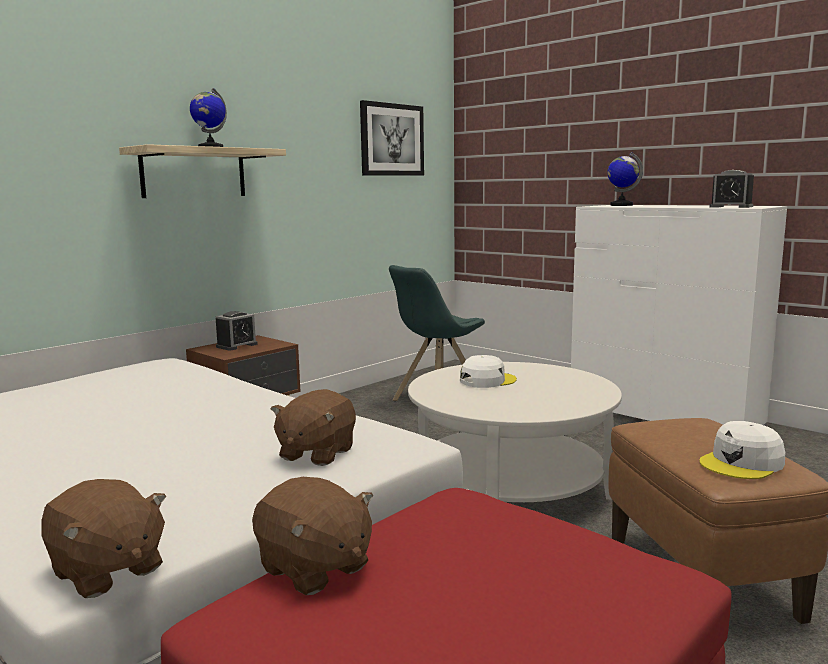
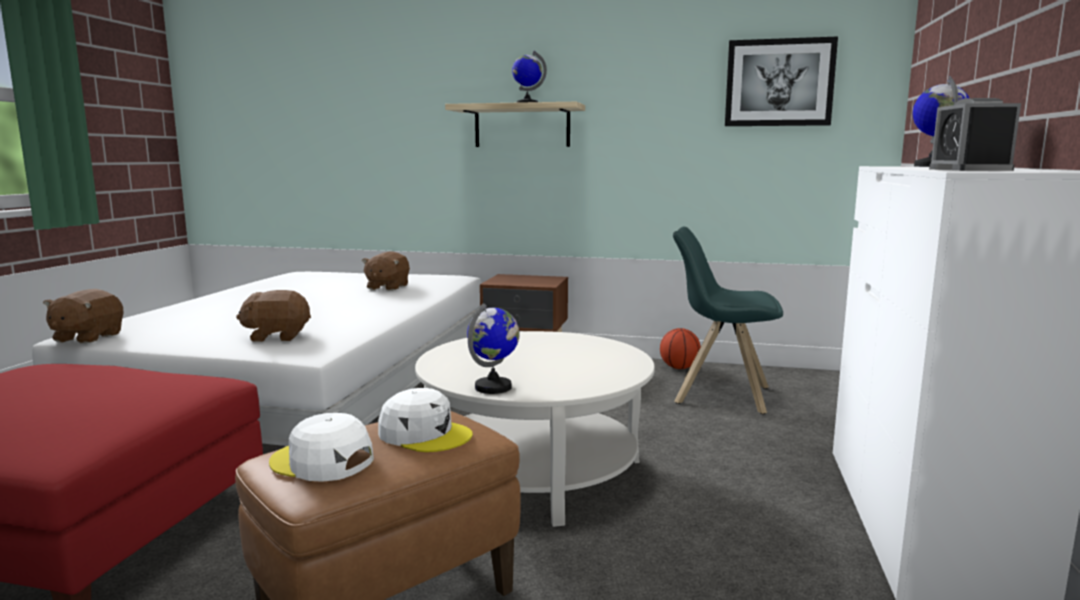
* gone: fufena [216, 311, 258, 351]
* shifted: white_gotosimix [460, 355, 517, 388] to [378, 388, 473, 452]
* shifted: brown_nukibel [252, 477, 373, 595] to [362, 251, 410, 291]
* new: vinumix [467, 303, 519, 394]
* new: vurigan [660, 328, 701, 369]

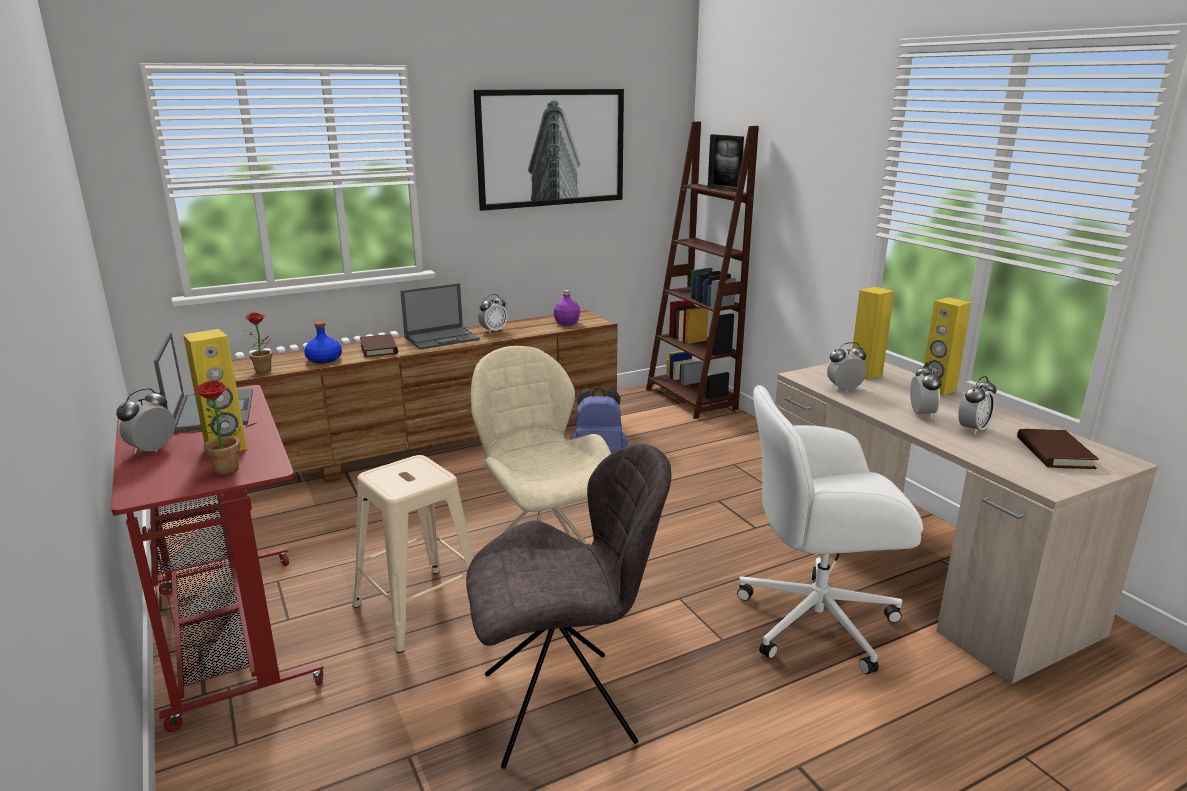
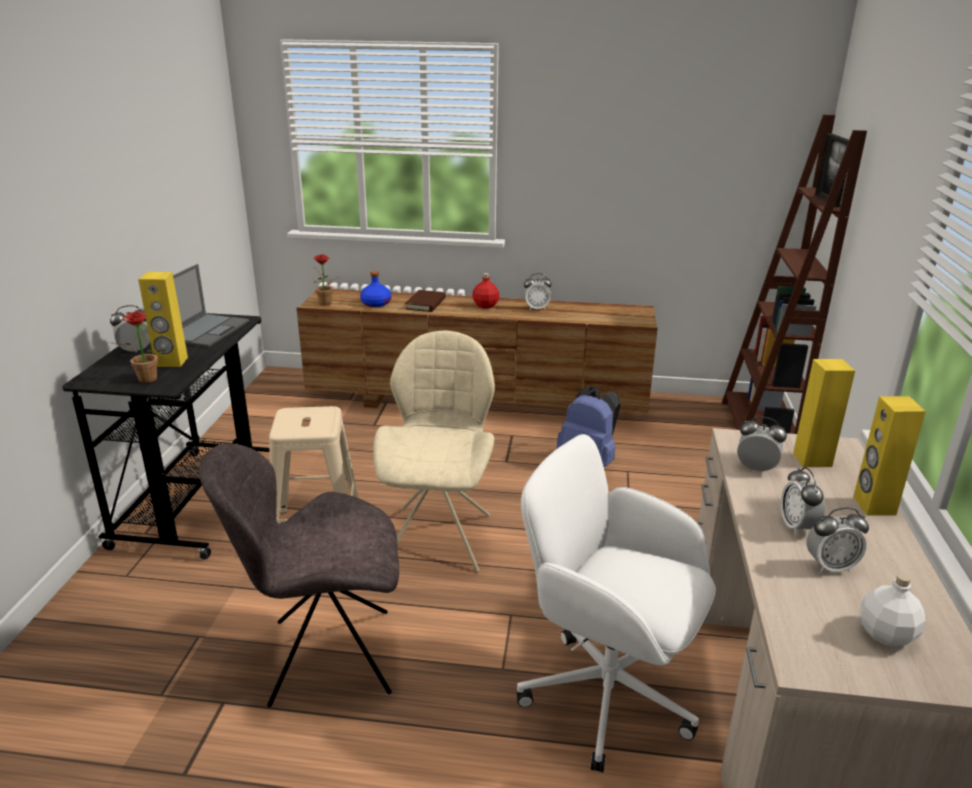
* gone: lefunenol [473, 89, 624, 211]
* swapped: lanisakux [400, 283, 480, 350] to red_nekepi [472, 273, 500, 309]
* gone: purple_nekepi [554, 290, 580, 326]
* rotated: fufena [910, 363, 941, 419] = [781, 467, 825, 536] 135 degrees clockwise
* repainted: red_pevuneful [111, 385, 324, 732] to black_pevuneful [62, 313, 270, 560]
* swapped: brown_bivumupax [1017, 429, 1099, 469] to white_nekepi [861, 573, 925, 646]
* rotated: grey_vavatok [466, 443, 671, 769] = [199, 443, 399, 707] 150 degrees clockwise

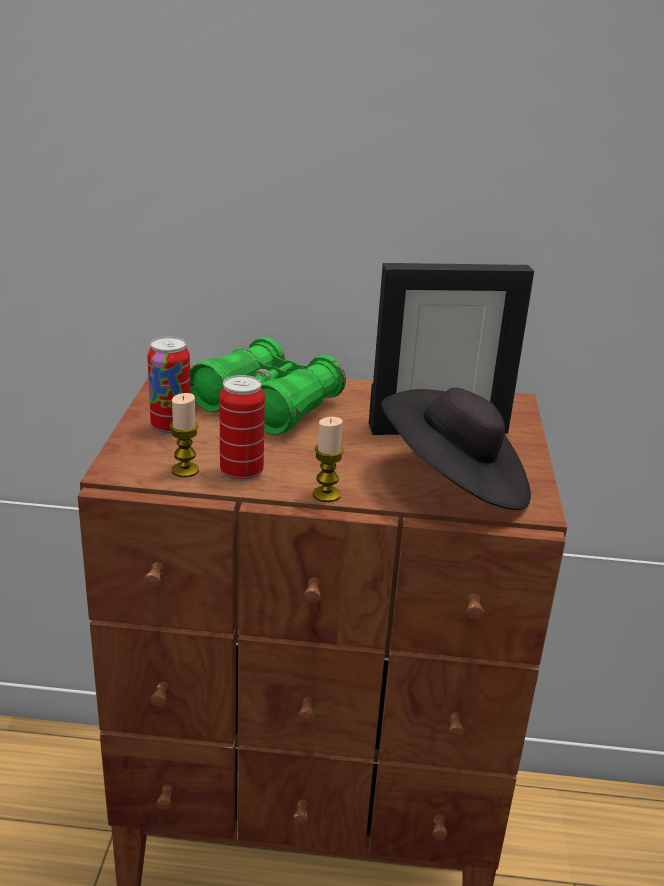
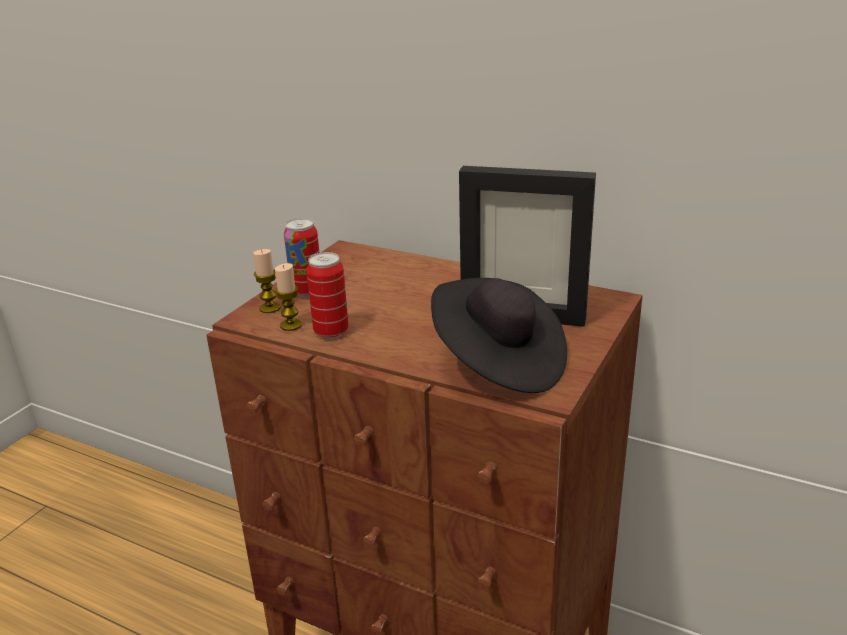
* gone: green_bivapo [190, 337, 346, 435]
* shifted: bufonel [313, 417, 344, 502] to [253, 249, 280, 313]

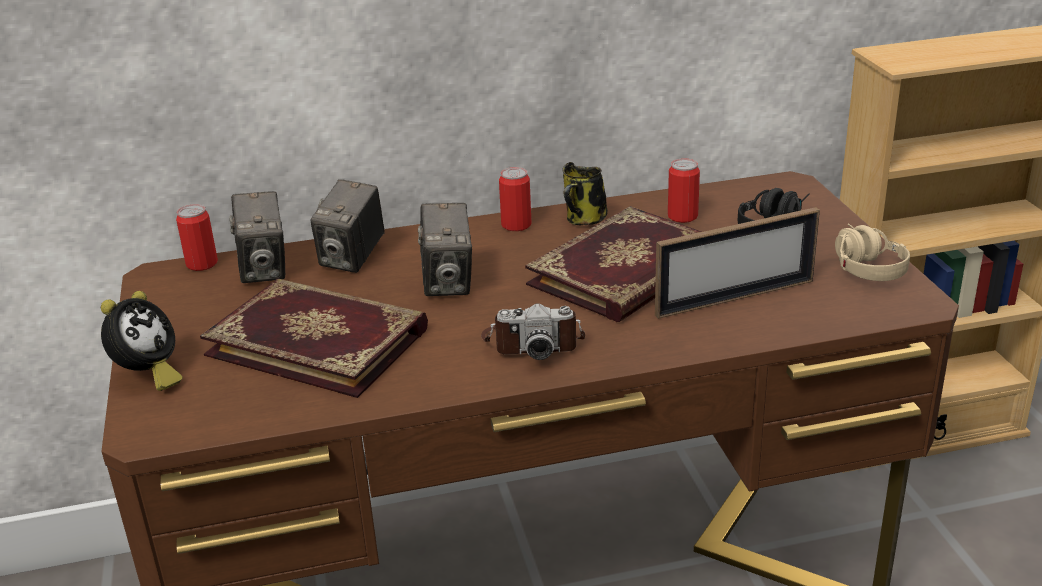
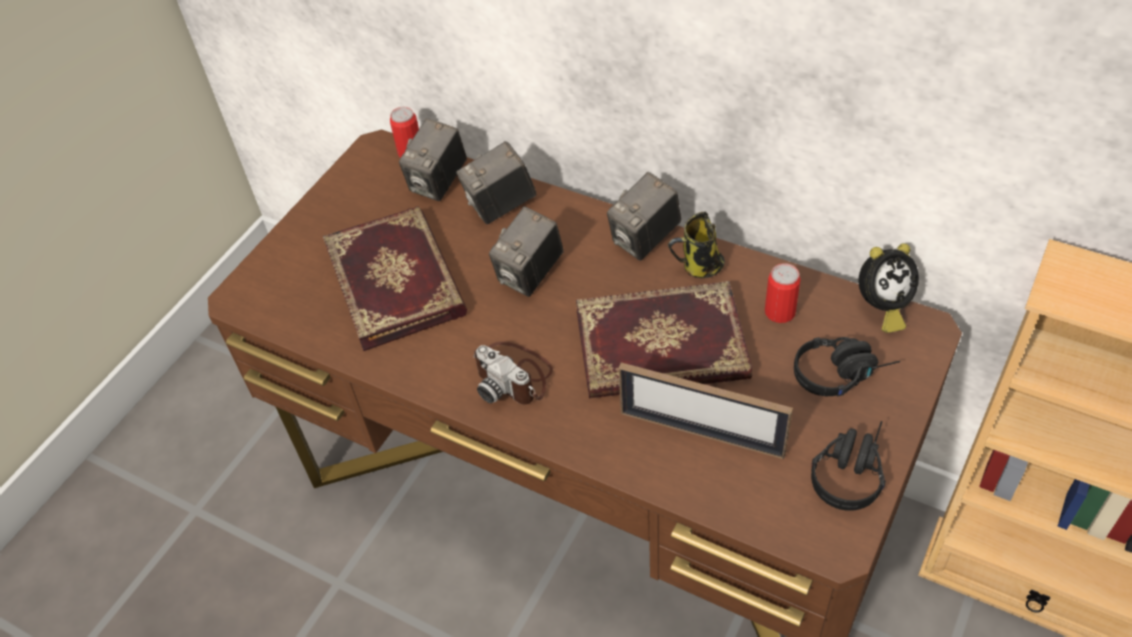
* swapped: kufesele [499, 167, 532, 231] to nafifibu [607, 172, 681, 261]
* repainted: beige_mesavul [835, 223, 910, 281] to black_mesavul [811, 421, 886, 511]
* shifted: fufena [101, 291, 183, 391] to [858, 243, 919, 333]

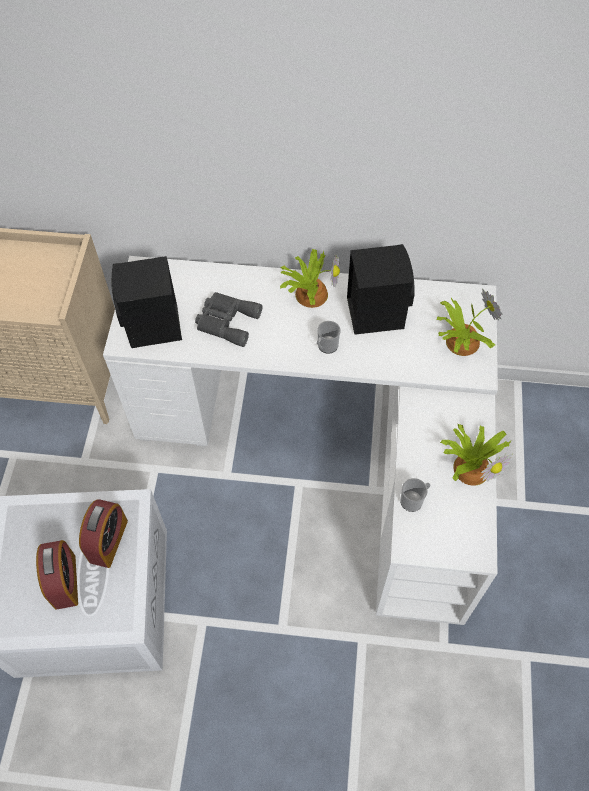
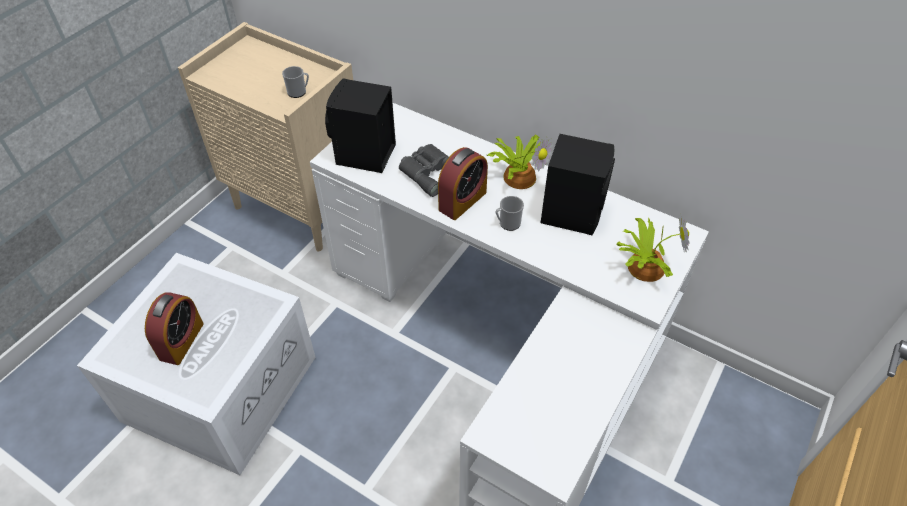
* gone: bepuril [440, 424, 512, 486]
* shifted: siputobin [400, 478, 430, 512] to [282, 66, 309, 98]
* shifted: fufena [79, 499, 128, 568] to [438, 147, 488, 220]

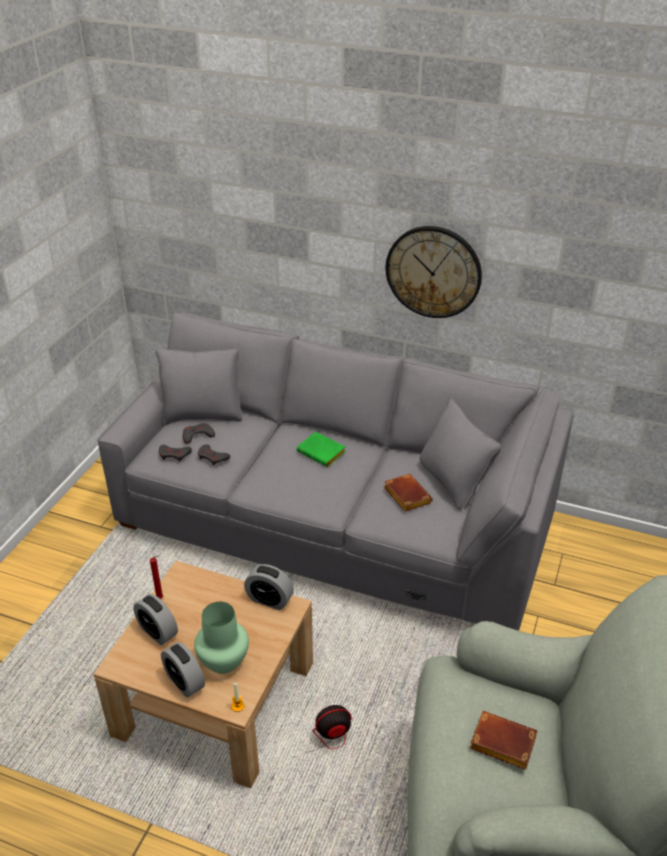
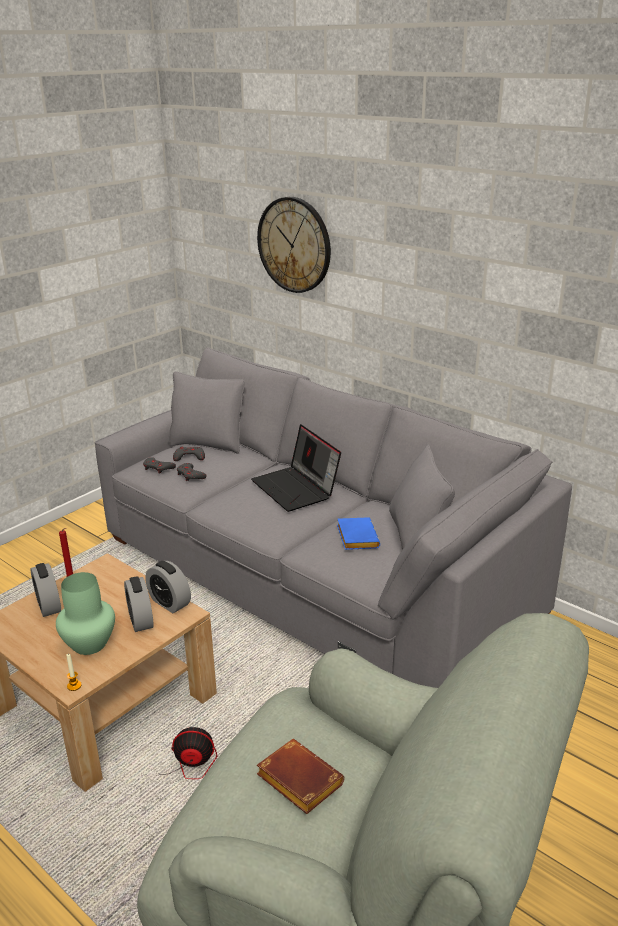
* shifted: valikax [386, 226, 482, 318] to [257, 197, 331, 293]
* swapped: green_bivumupax [297, 432, 346, 467] to lanisakux [251, 424, 341, 512]
* repainted: brown_bivumupax [384, 474, 433, 512] to blue_bivumupax [337, 517, 380, 550]
* shifted: fufena [161, 642, 205, 697] to [124, 576, 153, 632]

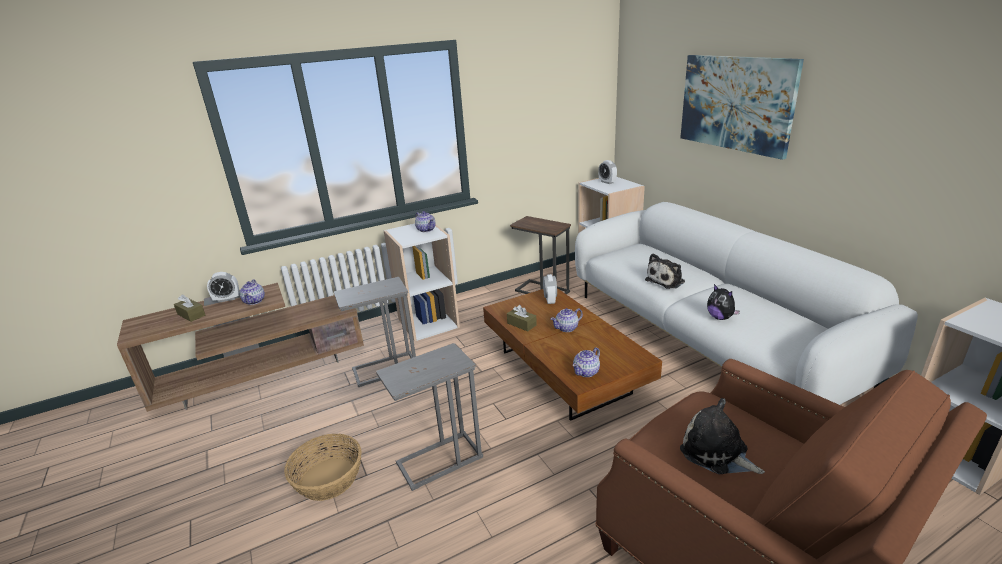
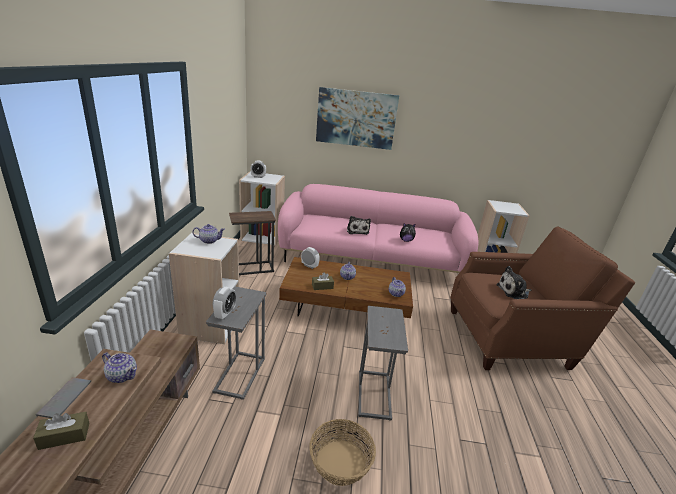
* repainted: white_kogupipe [575, 202, 918, 405] to pink_kogupipe [278, 184, 478, 273]
* shifted: fufena [207, 272, 239, 303] to [213, 287, 236, 320]

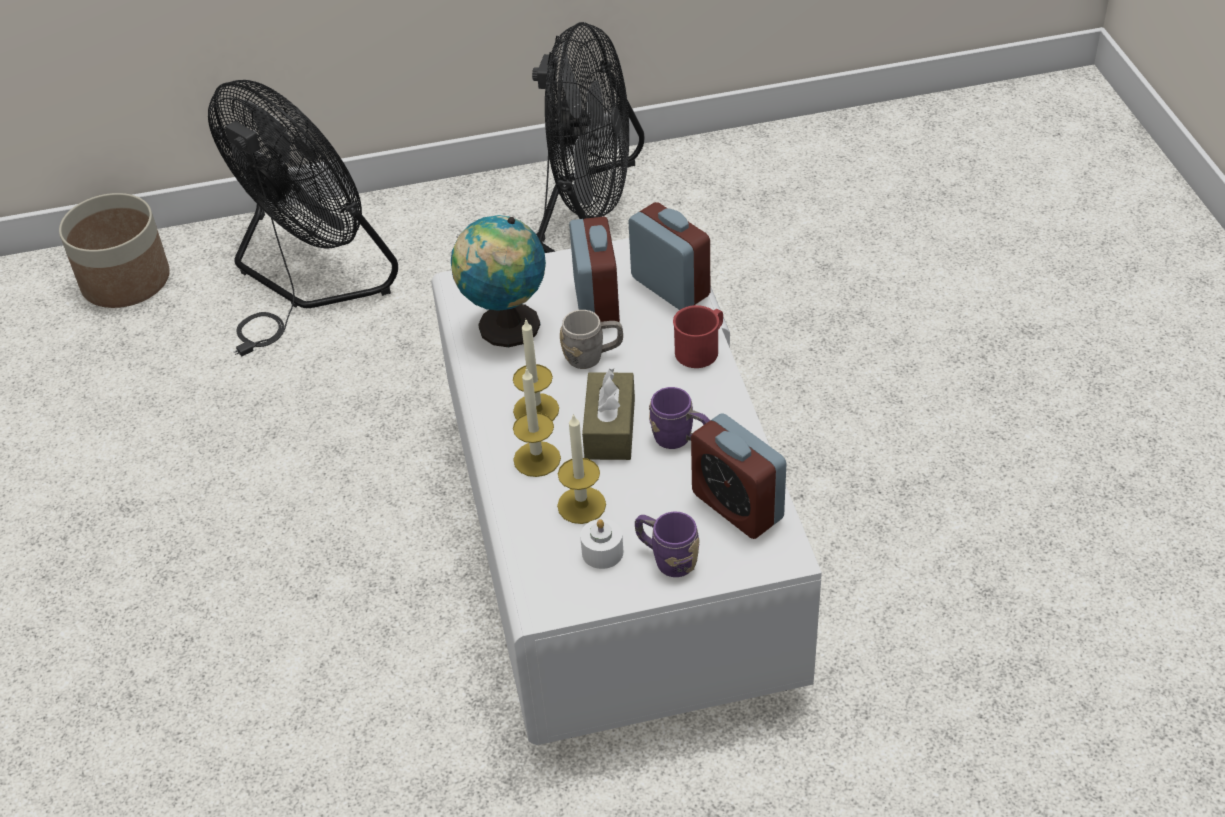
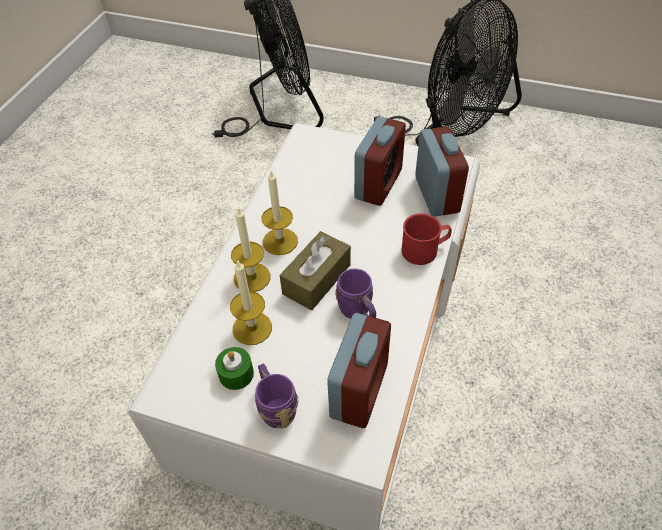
* gone: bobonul [59, 193, 170, 308]
* gone: vinumix [451, 215, 546, 347]
* gone: grey_siputobin [560, 310, 623, 369]
* rotated: fufena [691, 413, 787, 539] = [327, 313, 391, 428] 150 degrees counterclockwise
* repainted: white_bufonel [580, 519, 624, 569] to green_bufonel [215, 347, 254, 390]

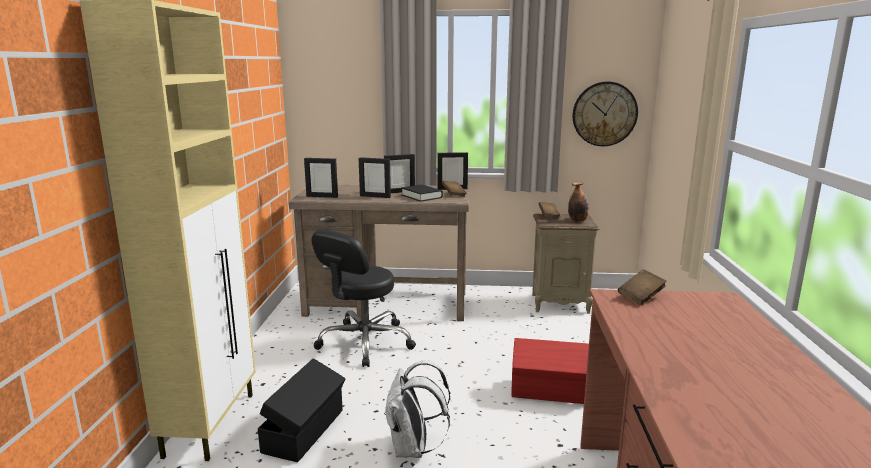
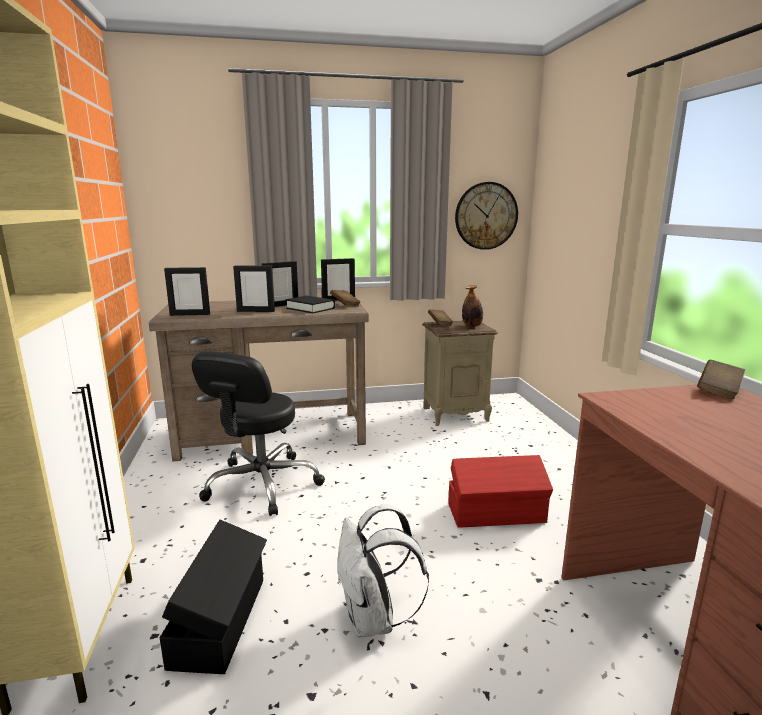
* shifted: brown_bivumupax [618, 269, 667, 305] to [697, 360, 745, 399]

